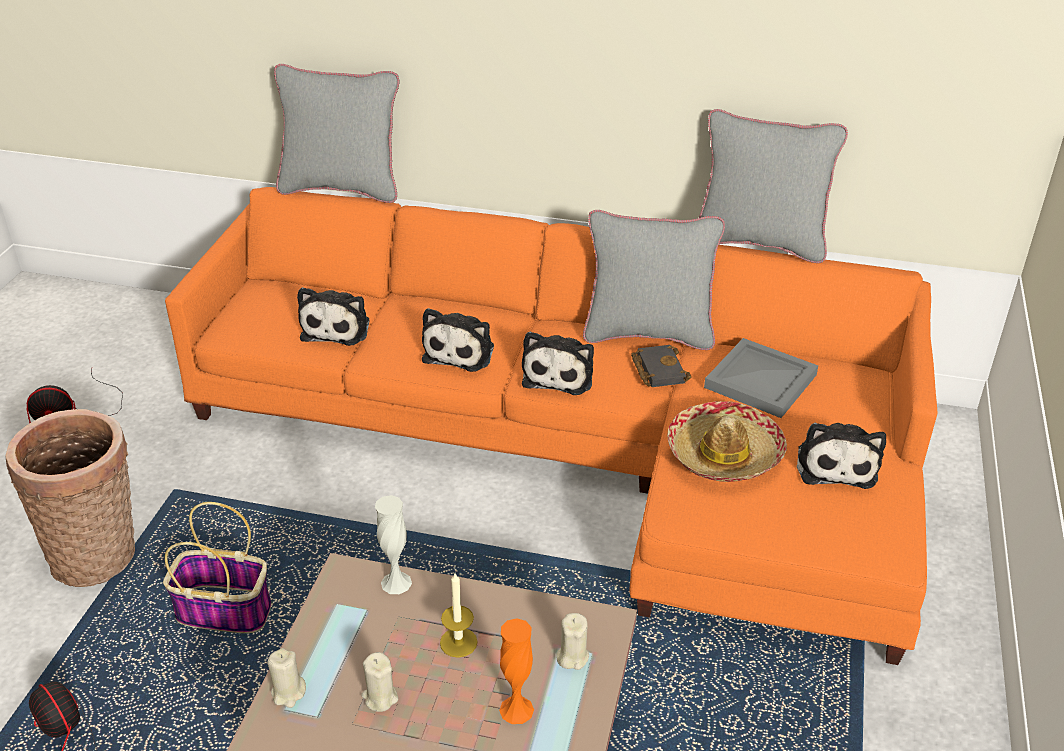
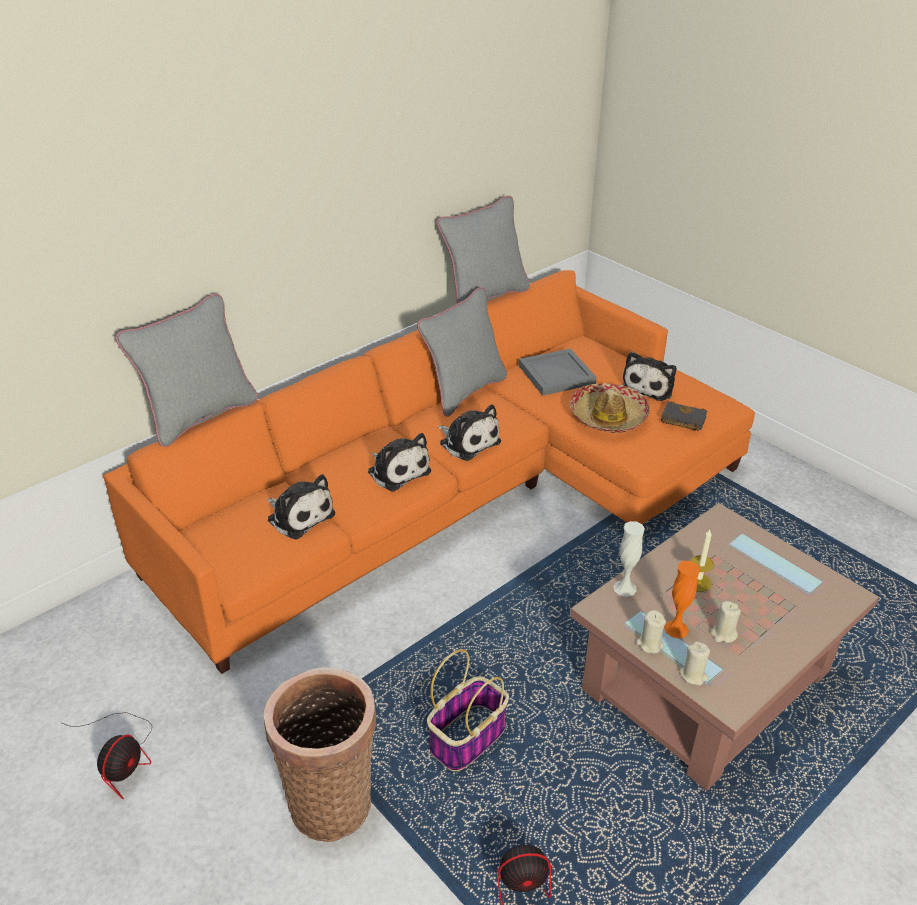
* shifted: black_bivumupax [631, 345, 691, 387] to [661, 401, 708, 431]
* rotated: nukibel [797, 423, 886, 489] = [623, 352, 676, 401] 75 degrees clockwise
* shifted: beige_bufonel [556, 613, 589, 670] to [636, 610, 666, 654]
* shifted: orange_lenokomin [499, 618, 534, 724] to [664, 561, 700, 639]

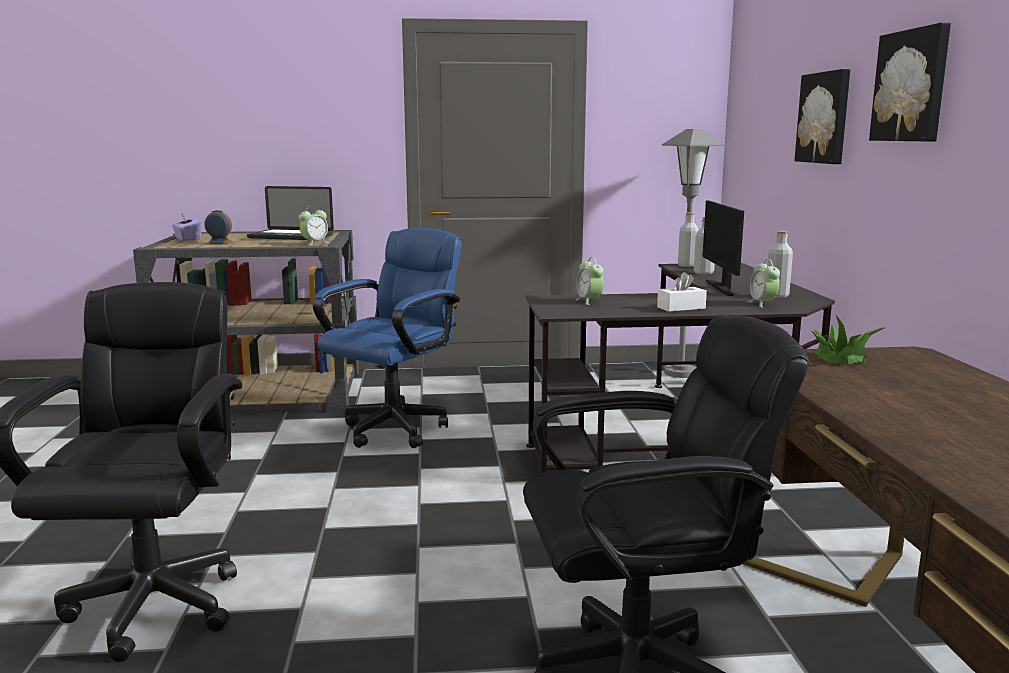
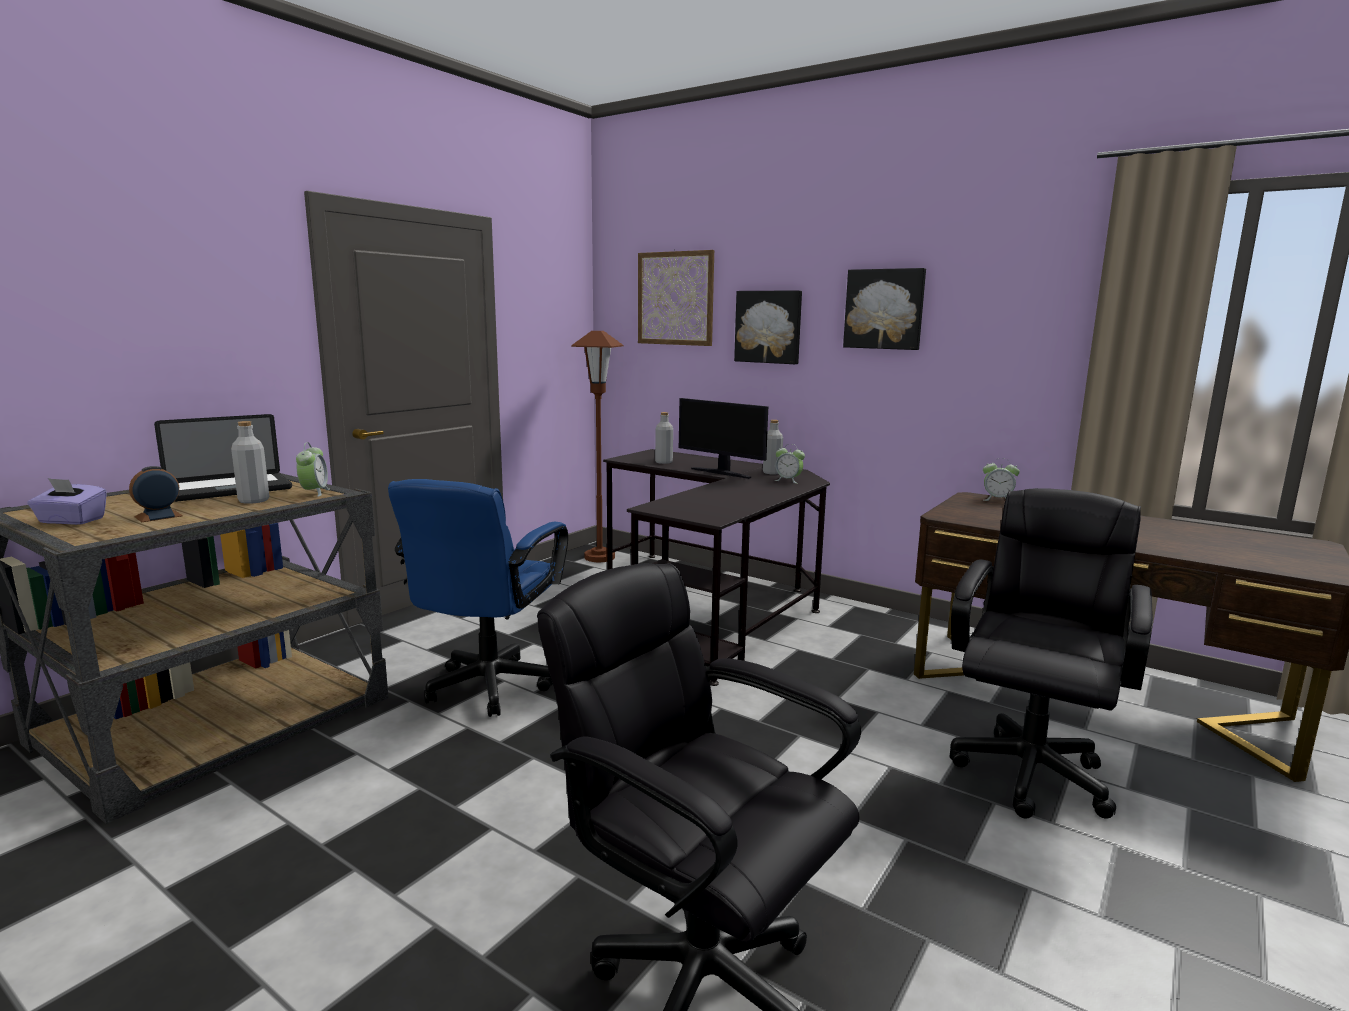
* repainted: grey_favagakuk [662, 129, 725, 378] to brown_favagakuk [571, 331, 623, 562]
* shifted: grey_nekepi [678, 213, 699, 267] to [231, 421, 269, 504]
* rotated: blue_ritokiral [313, 228, 462, 448] = [388, 479, 568, 717] 150 degrees counterclockwise
* shifted: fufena [575, 257, 604, 305] to [983, 458, 1020, 501]
* gone: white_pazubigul [657, 272, 707, 312]
* gone: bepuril [810, 315, 887, 366]
* new: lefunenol [638, 249, 714, 346]

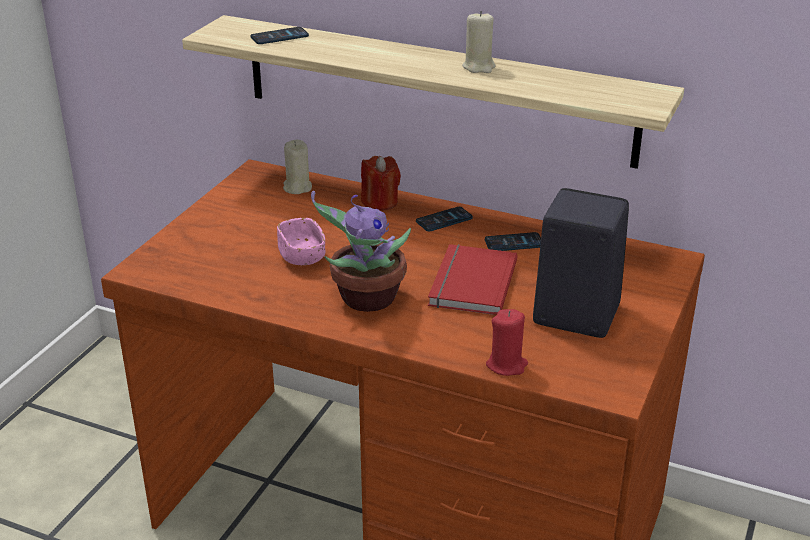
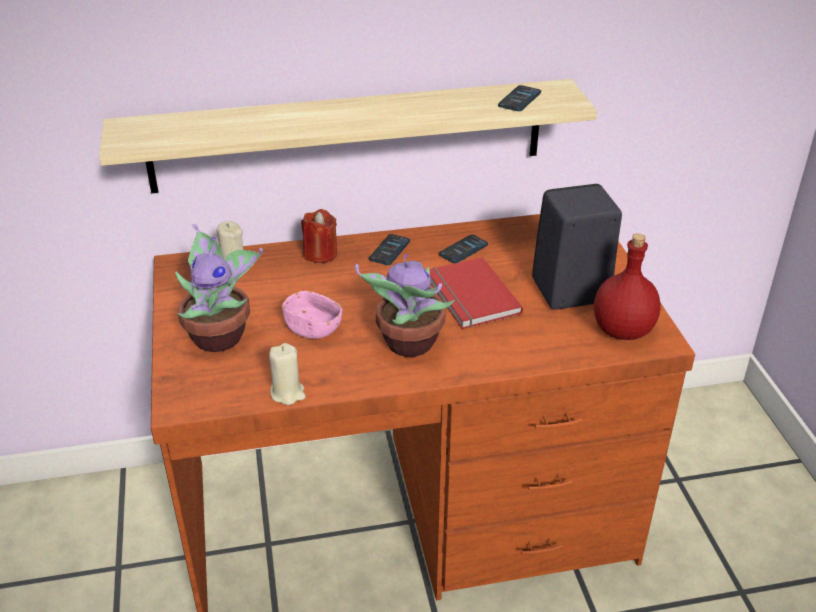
* shifted: beige_bufonel [462, 11, 496, 73] to [269, 343, 306, 405]
* shifted: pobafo [251, 27, 309, 44] to [498, 85, 541, 111]
* gone: red_bufonel [486, 309, 528, 376]
* new: bepuril [175, 224, 263, 352]
* new: red_nekepi [594, 233, 661, 340]

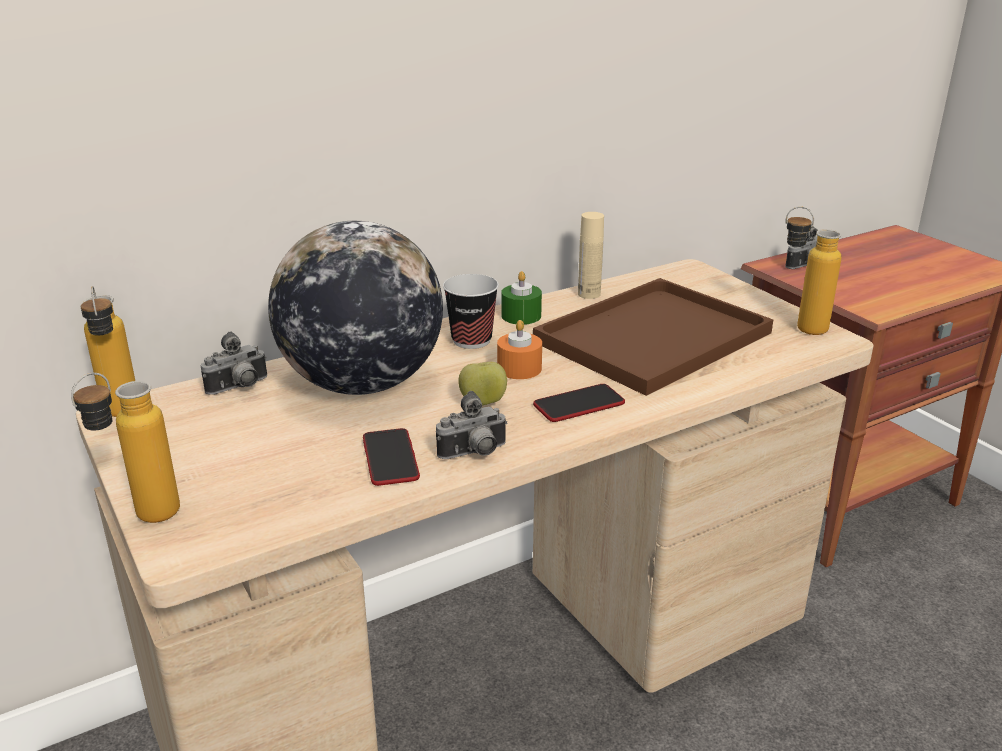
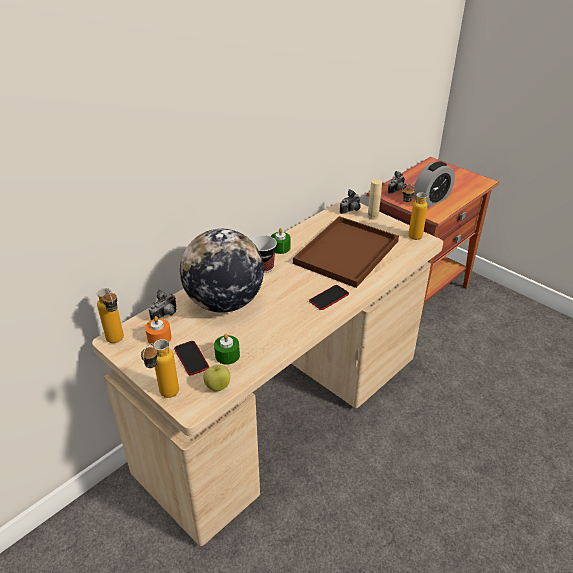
* shifted: beige_nekepi [578, 212, 604, 299] to [368, 179, 382, 220]
* shifted: orange_bufonel [497, 320, 542, 379] to [145, 316, 172, 346]
* shifted: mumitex [458, 362, 507, 406] to [203, 365, 230, 392]
* shifted: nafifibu [436, 391, 507, 459] to [340, 189, 361, 214]
* shifted: pobafo [363, 428, 420, 486] to [174, 341, 209, 376]
* new: fufena [414, 161, 455, 207]
* new: green_bufonel [214, 334, 240, 365]

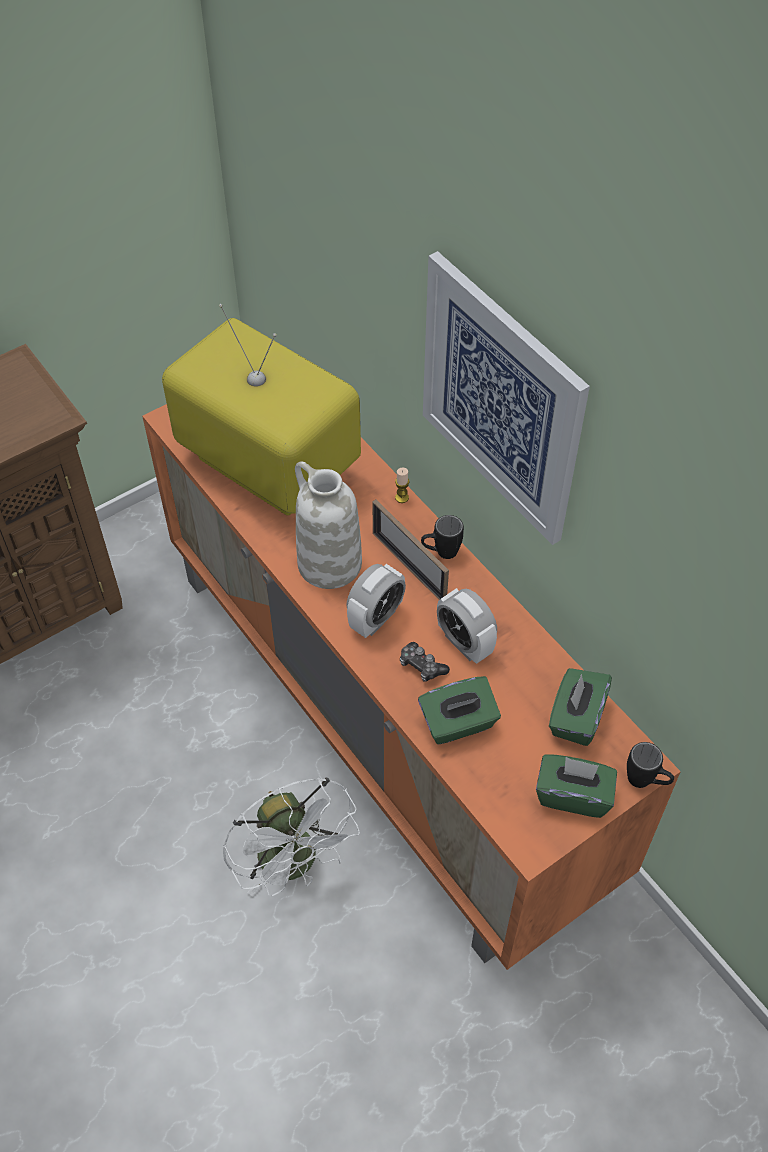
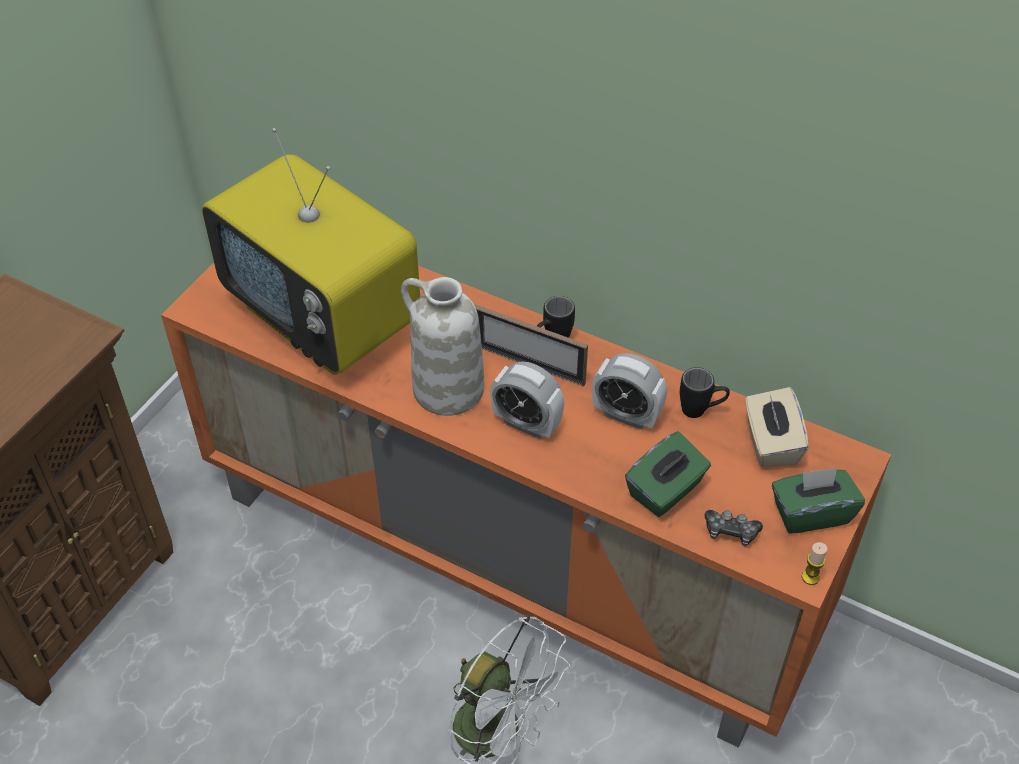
* gone: lefunenol [423, 251, 590, 545]
* rotated: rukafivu [162, 304, 361, 515] = [202, 128, 420, 375] 150 degrees counterclockwise
* shifted: bufonel [395, 468, 409, 503] to [802, 542, 827, 585]
* rotated: fufena [346, 564, 406, 638] = [490, 361, 564, 439] 105 degrees clockwise
* shifted: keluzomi [400, 642, 450, 682] to [705, 510, 763, 546]
* repainted: green_pazubigul [549, 668, 612, 746] to beige_pazubigul [745, 387, 809, 467]
* shifted: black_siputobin [627, 742, 674, 788] to [680, 367, 730, 418]

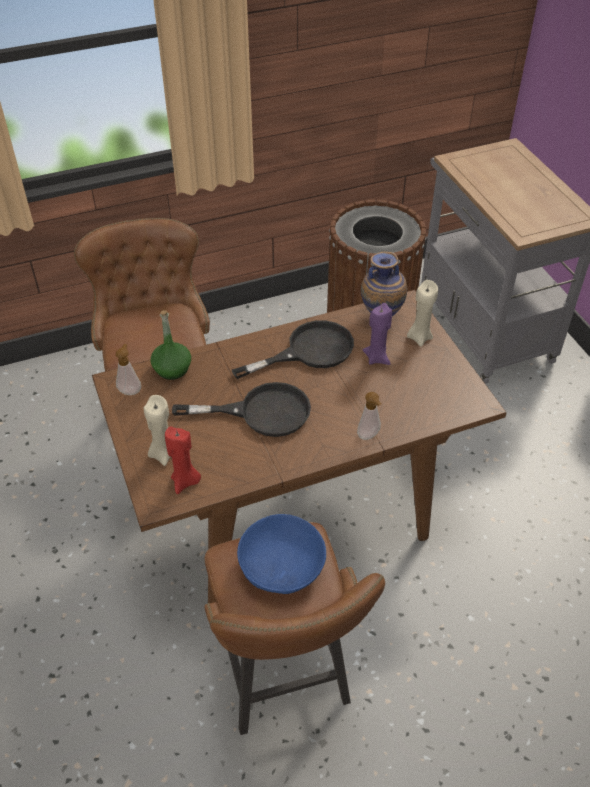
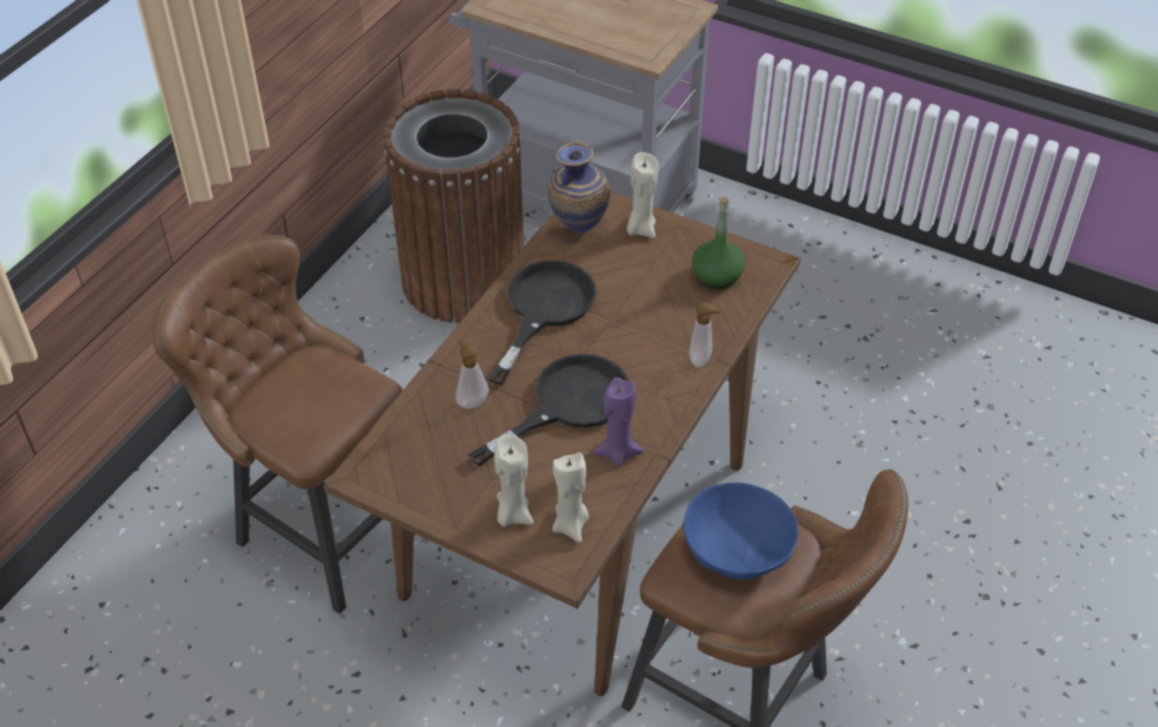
* shifted: purple_bufonel [363, 303, 392, 365] to [593, 377, 644, 467]
* shifted: green_nekepi [151, 310, 191, 380] to [692, 197, 745, 289]
* shifted: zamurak [116, 344, 141, 395] to [456, 339, 489, 409]
* repainted: red_bufonel [165, 426, 201, 494] to beige_bufonel [552, 452, 589, 543]

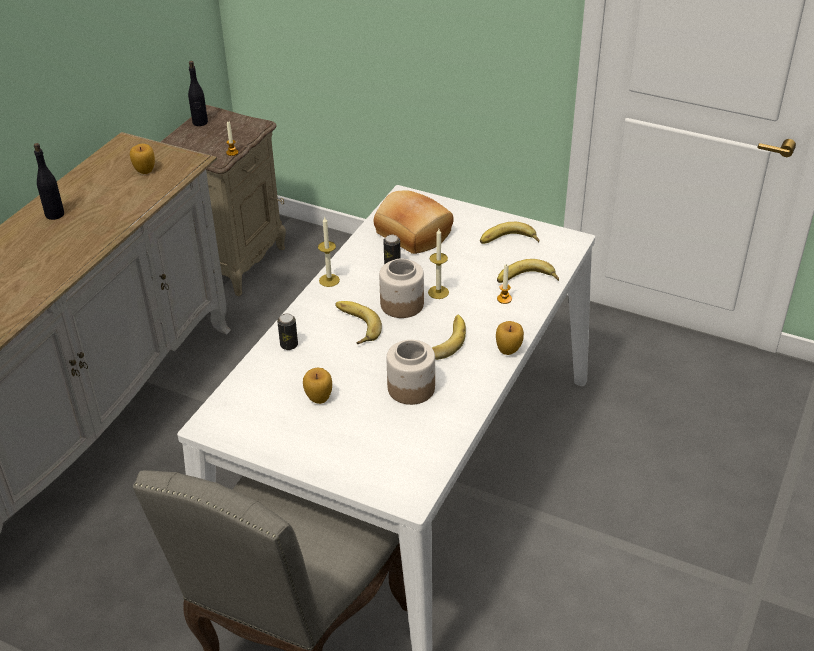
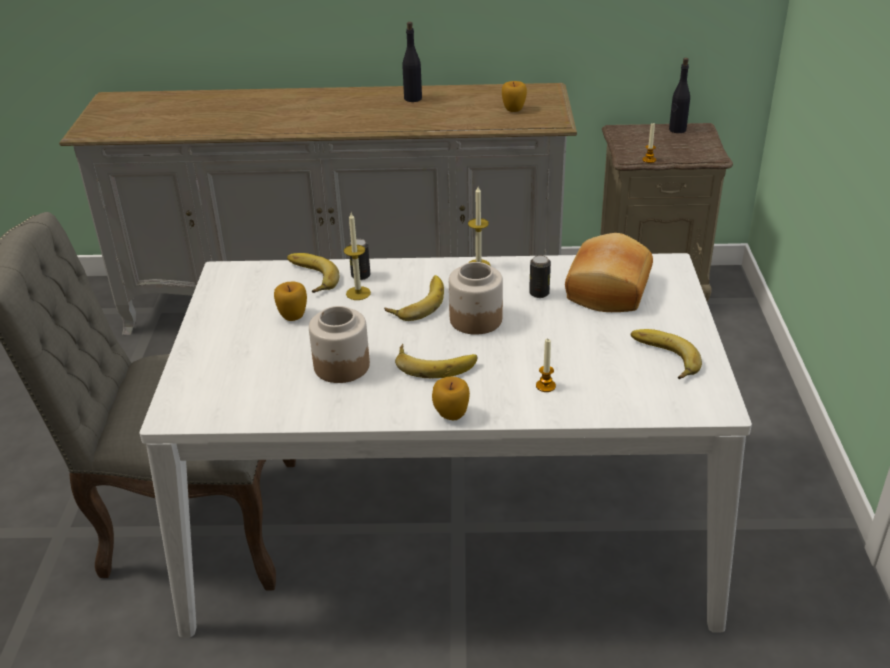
* shifted: bufonel [428, 229, 449, 299] to [344, 213, 371, 300]
* shifted: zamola [497, 259, 559, 283] to [287, 253, 339, 293]

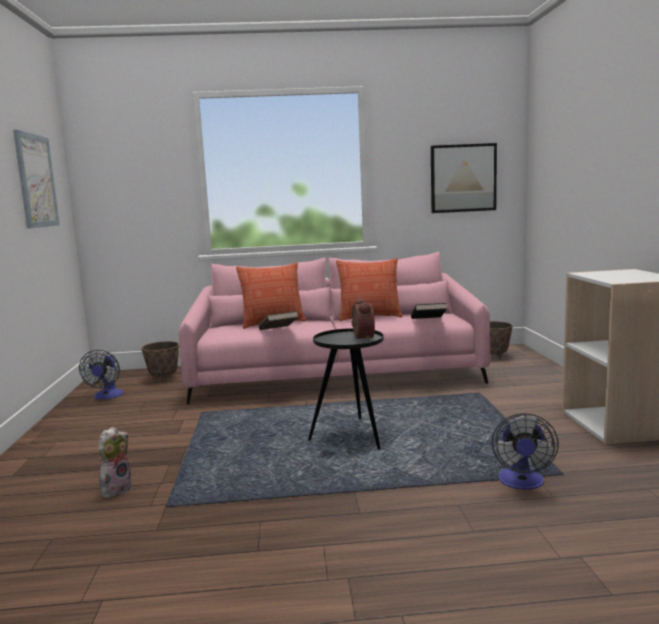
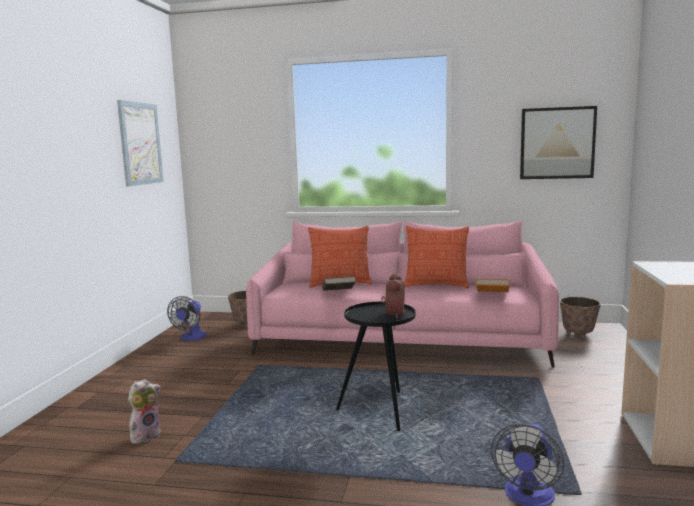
* repainted: black_bivumupax [411, 303, 447, 319] to orange_bivumupax [475, 279, 509, 292]

